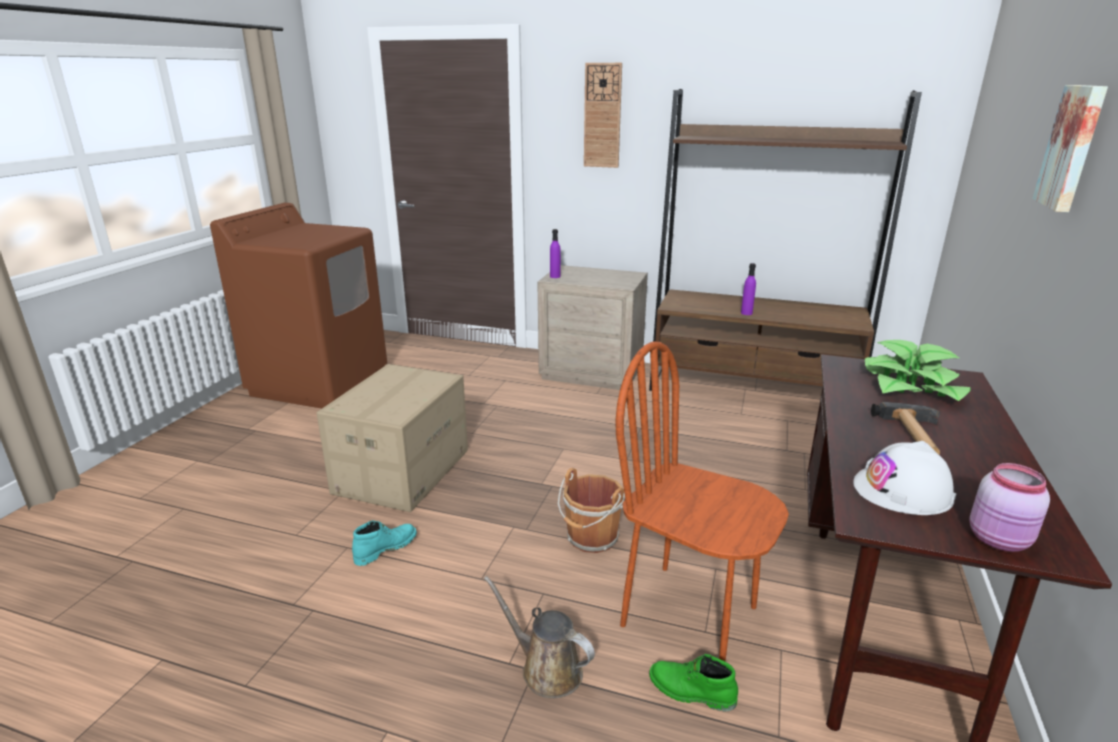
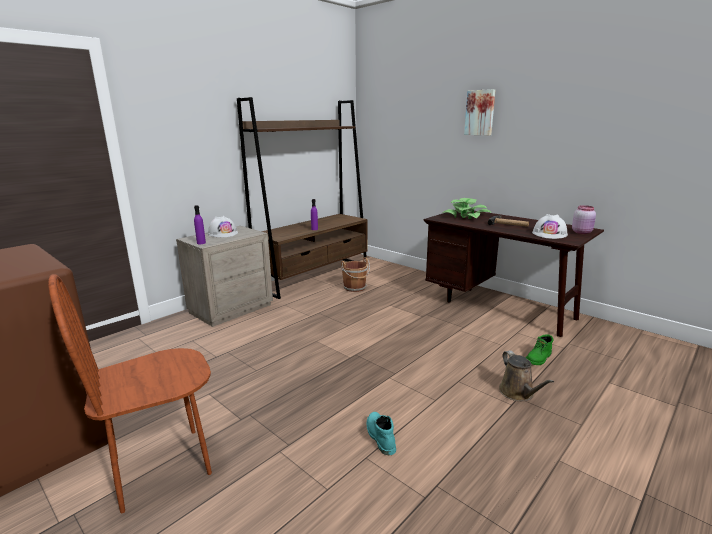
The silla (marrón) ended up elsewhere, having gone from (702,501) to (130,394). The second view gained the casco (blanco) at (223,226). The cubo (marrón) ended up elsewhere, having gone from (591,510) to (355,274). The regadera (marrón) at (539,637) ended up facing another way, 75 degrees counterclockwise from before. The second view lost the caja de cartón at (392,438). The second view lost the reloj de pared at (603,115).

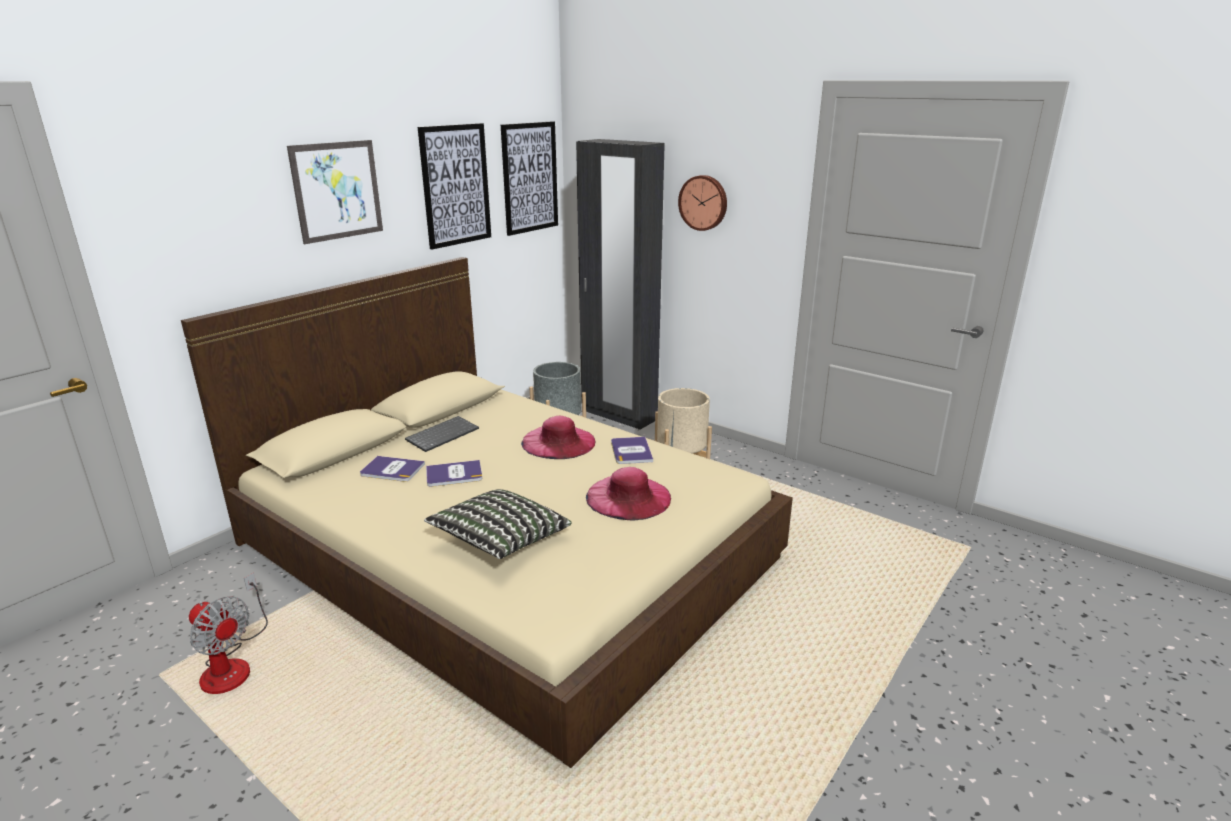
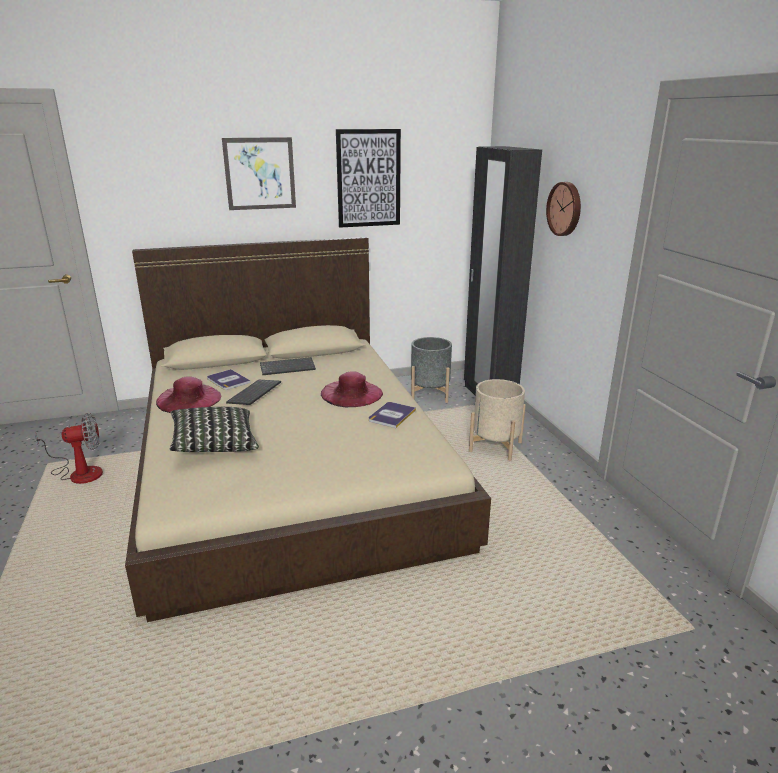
The ventilador at (228,633) ended up facing another way, 90 degrees counterclockwise from before. The sombrero (rosa) ended up elsewhere, having gone from (628,494) to (188,394). Where the libro stood at (454,473), the teclado came to stand at (253,392). The second view lost the cuadro at (529,178).

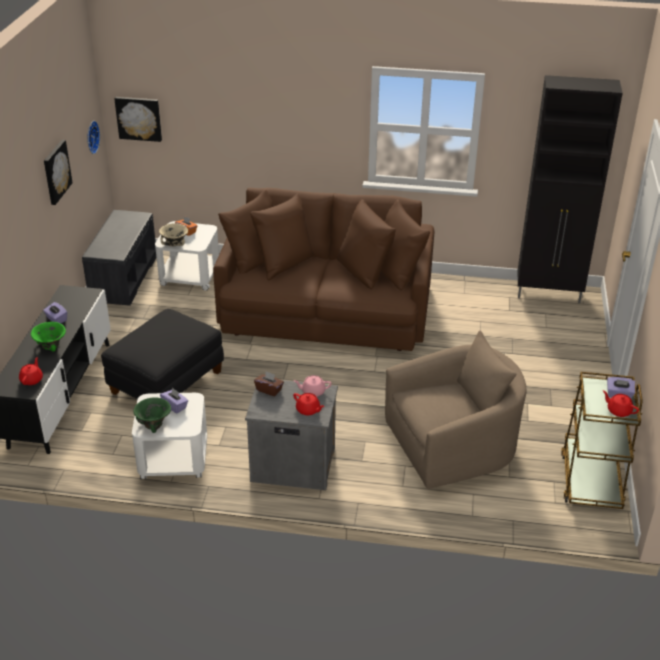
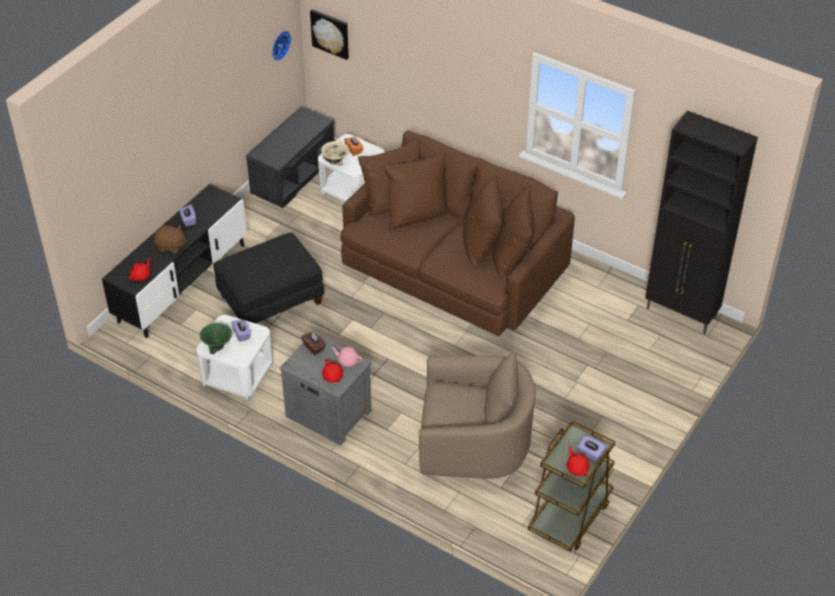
Where the cuenco (verde) stood at (48,337), the peluche (marrón) came to stand at (170,239). The second view lost the cuadro at (58,172).

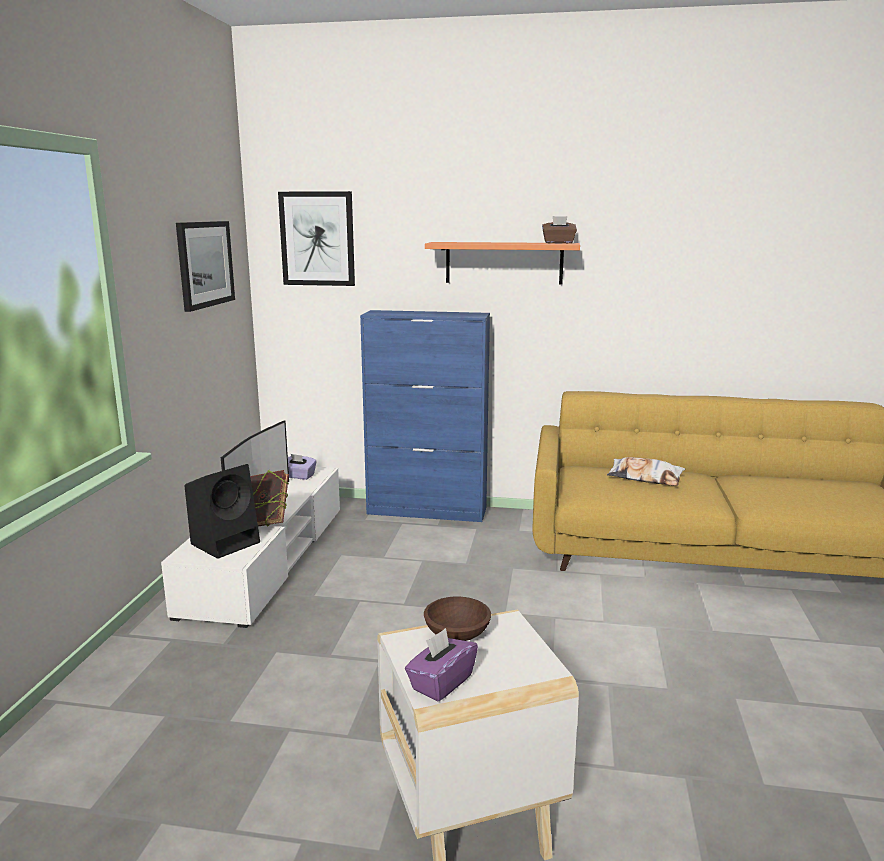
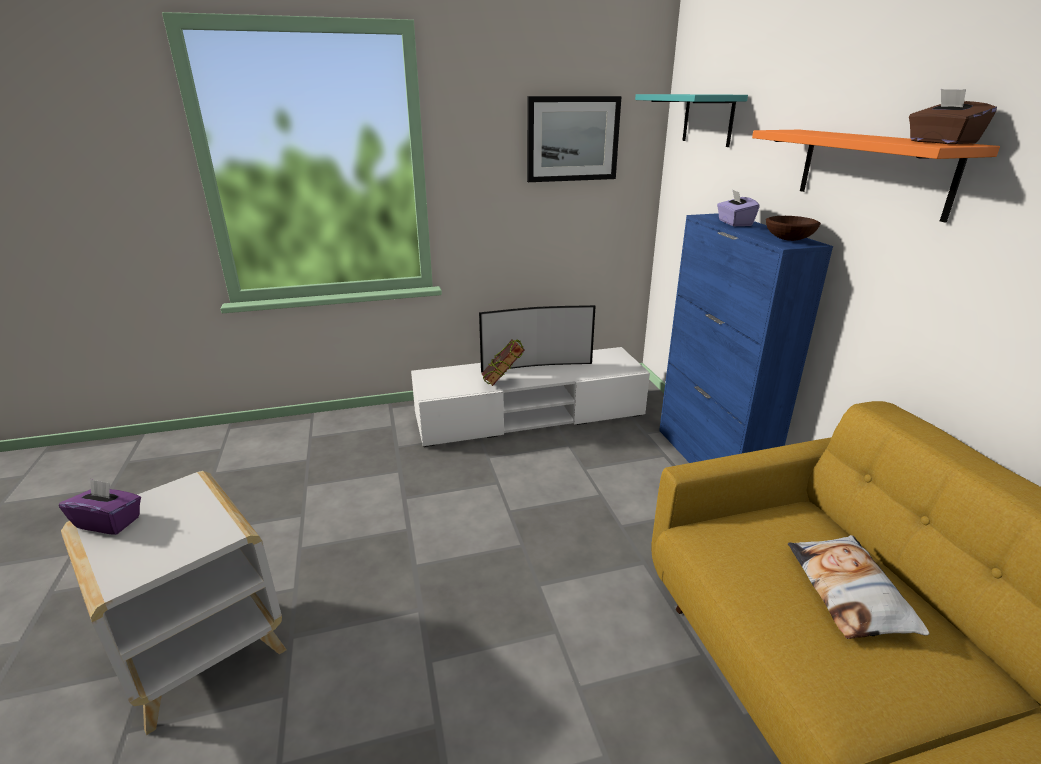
Where the cuadro hung at (316,238), the estante (turquesa) came to hang at (691,120). The caja de pañuelos (morado) ended up elsewhere, having gone from (302,467) to (738,207). The cuenco (marrón) ended up elsewhere, having gone from (457,619) to (793,228). The second view lost the altavoz (negro) at (222,511).

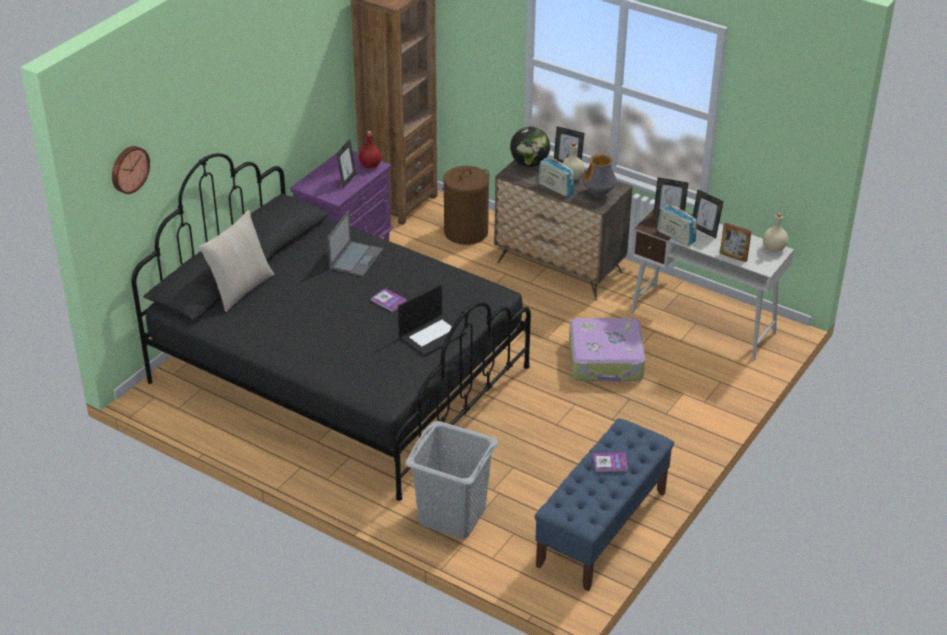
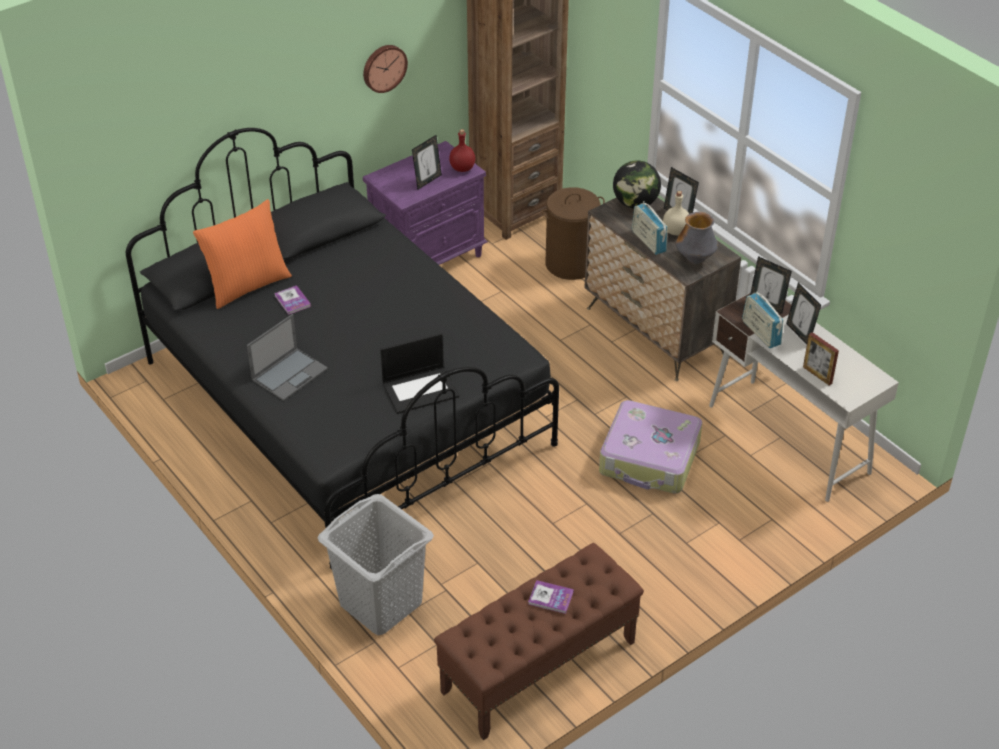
What was the cojín (beis) at (237,261) turned into the cojín (naranja) at (242,254). The portátil ended up elsewhere, having gone from (355,244) to (287,357). The libro ended up elsewhere, having gone from (389,300) to (292,300). The reloj de pared ended up elsewhere, having gone from (131,170) to (385,69). What was the banco (azul) at (604,504) turned into the banco (marrón) at (539,641). The second view lost the botella (beis) at (775,232).

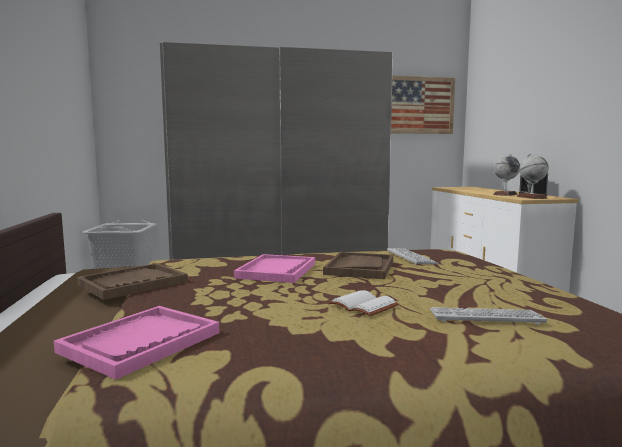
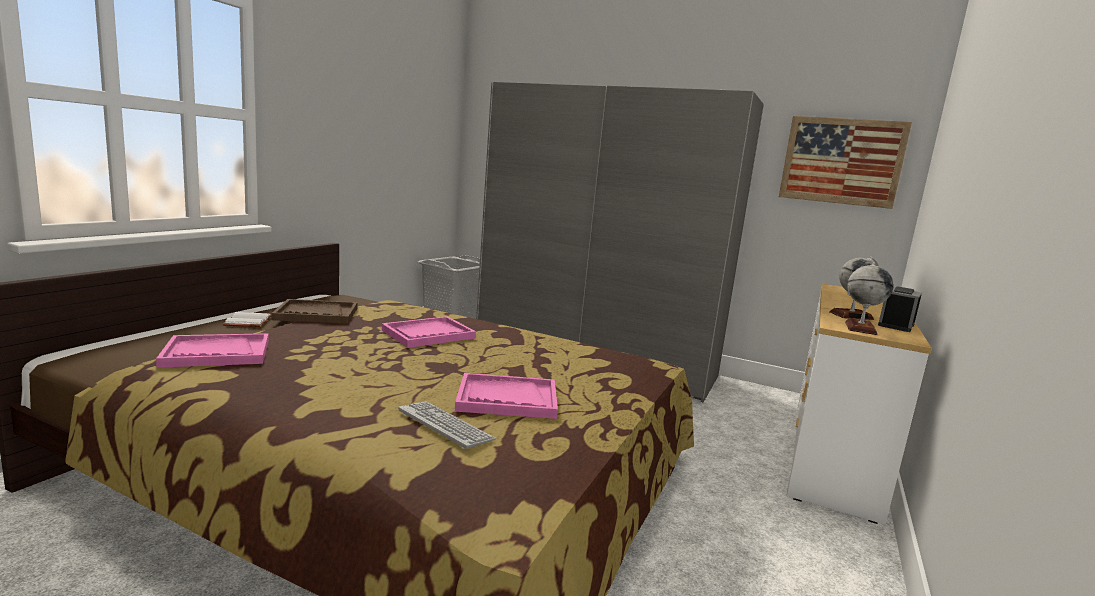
The libro (blanco) ended up elsewhere, having gone from (363,303) to (247,319). The second view gained the bandeja (rosa) at (506,396). The second view lost the bandeja (marrón) at (358,265). The second view lost the teclado at (413,256).

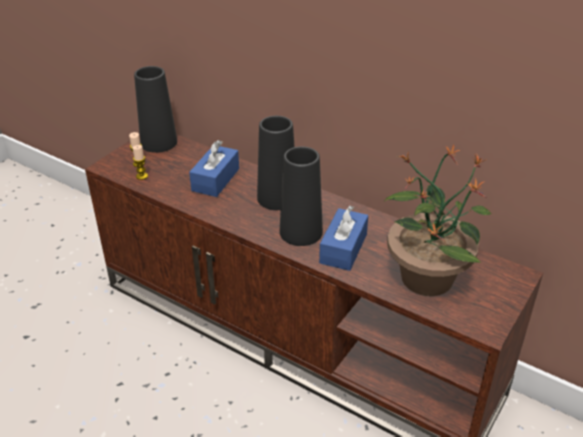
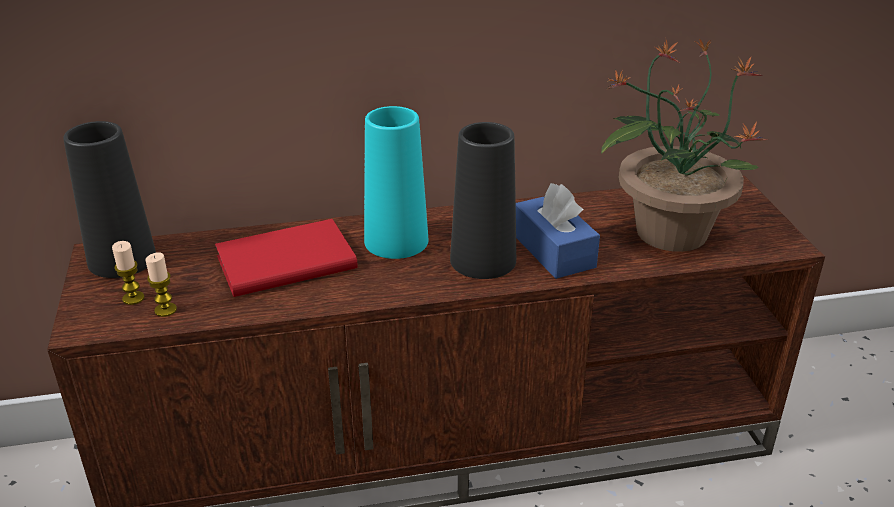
Where the caja de pañuelos (azul) stood at (214,168), the libro (rojo) came to stand at (286,258). What was the florero (negro) at (275,163) turned into the florero (turquesa) at (396,182).

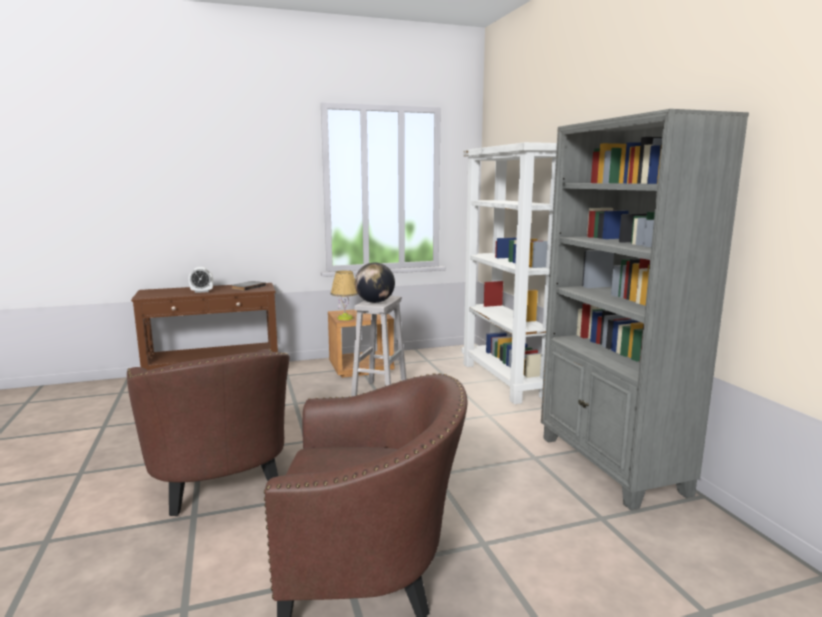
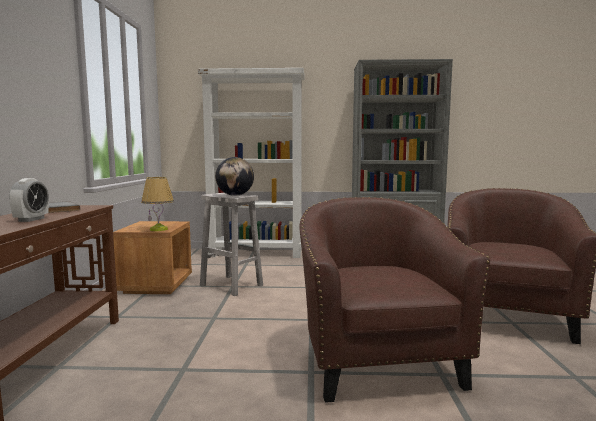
The sillón (marrón) at (208,432) ended up facing another way, 90 degrees counterclockwise from before.

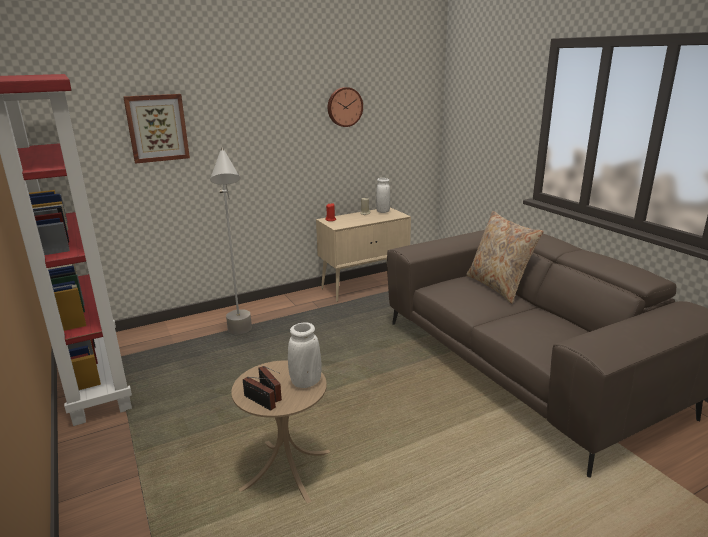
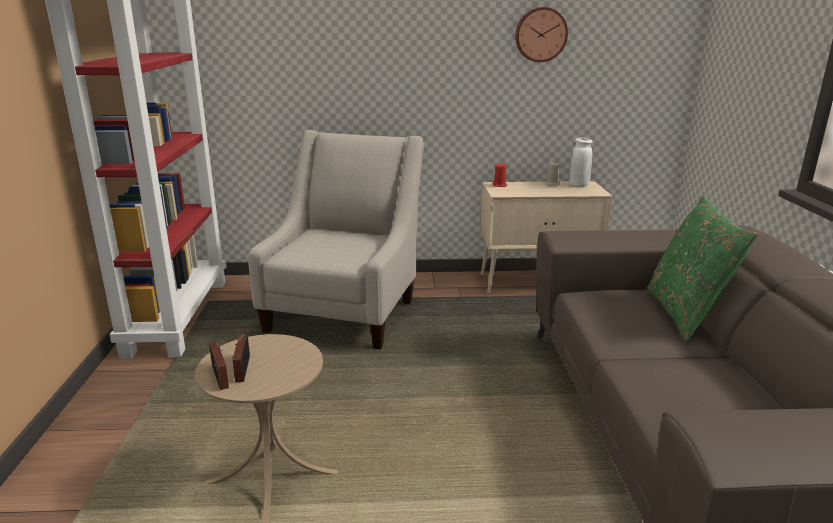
Where the lámpara de pie (gris) stood at (231,240), the sillón (beis) came to stand at (336,239). What was the cojín (beis) at (505,257) turned into the cojín (verde) at (702,268). The second view lost the cuadro at (156,129). The second view lost the florero (blanco) at (305,355).

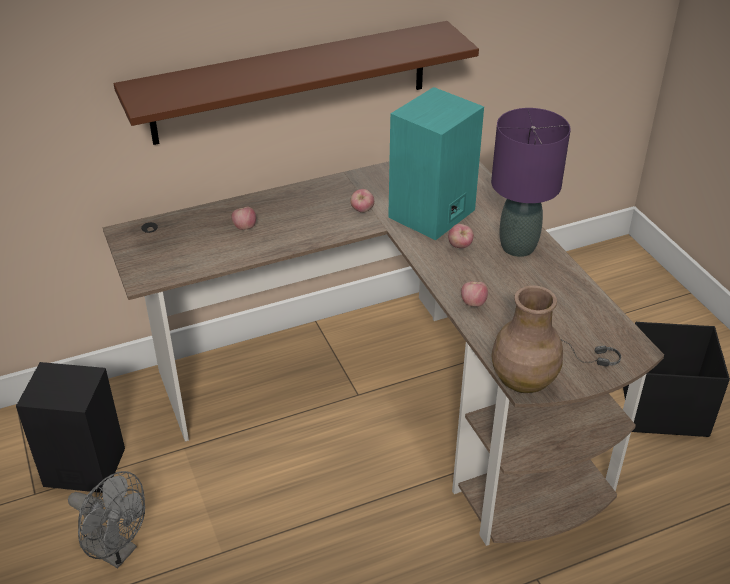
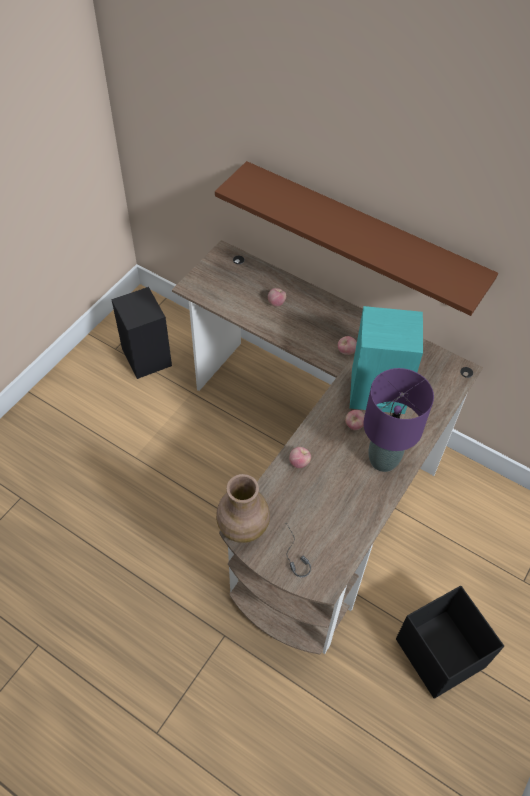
The second view lost the ventilador (gris) at (106,519).

